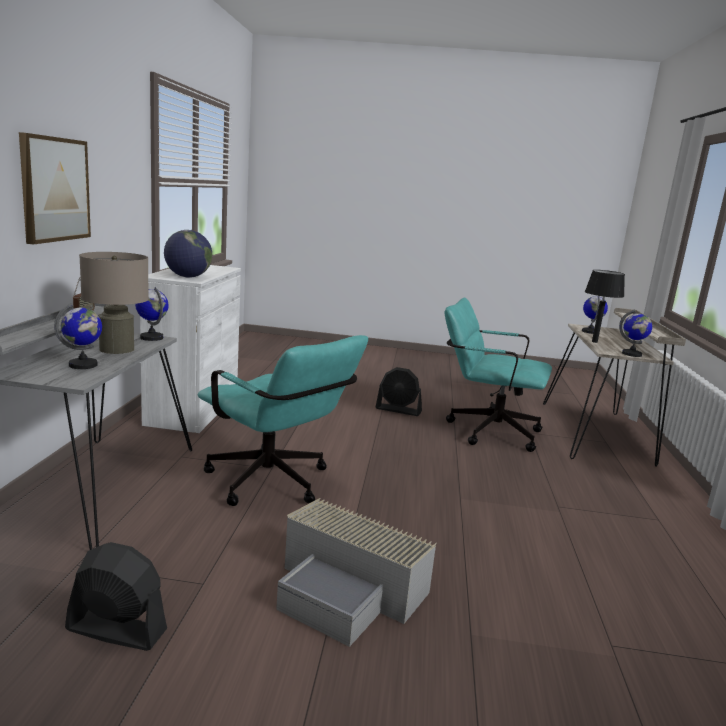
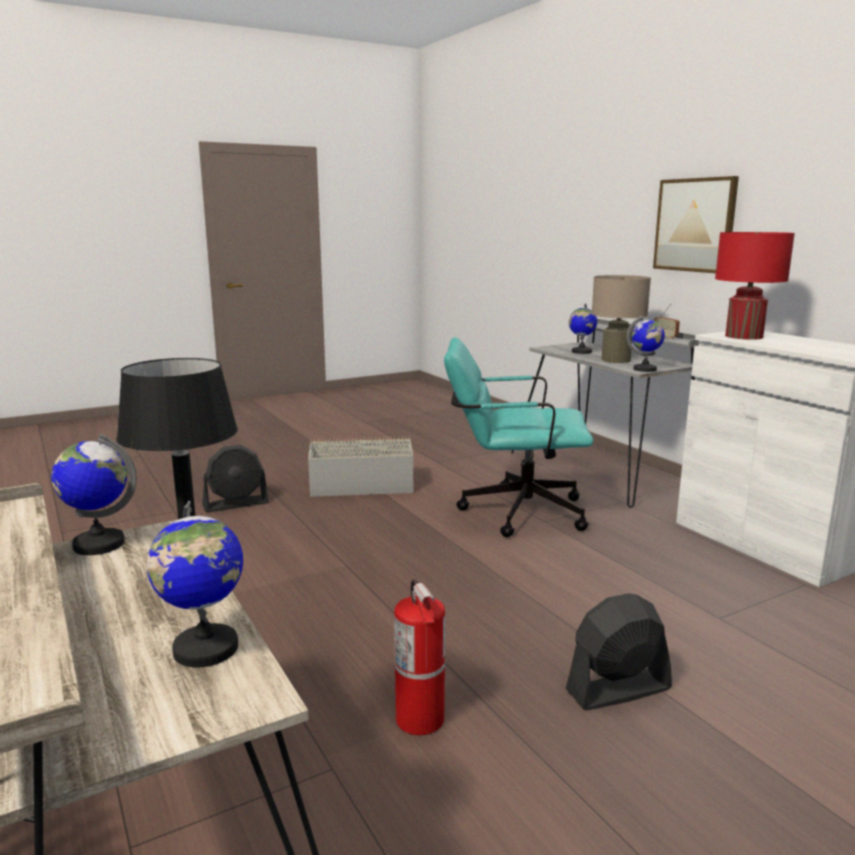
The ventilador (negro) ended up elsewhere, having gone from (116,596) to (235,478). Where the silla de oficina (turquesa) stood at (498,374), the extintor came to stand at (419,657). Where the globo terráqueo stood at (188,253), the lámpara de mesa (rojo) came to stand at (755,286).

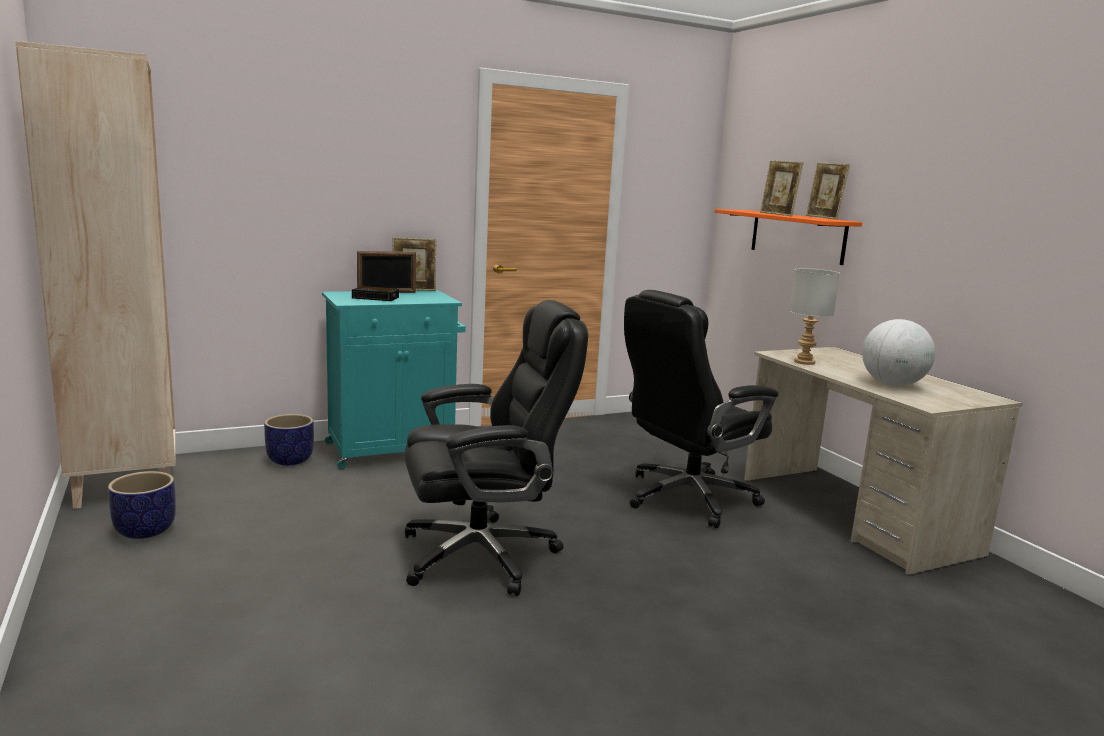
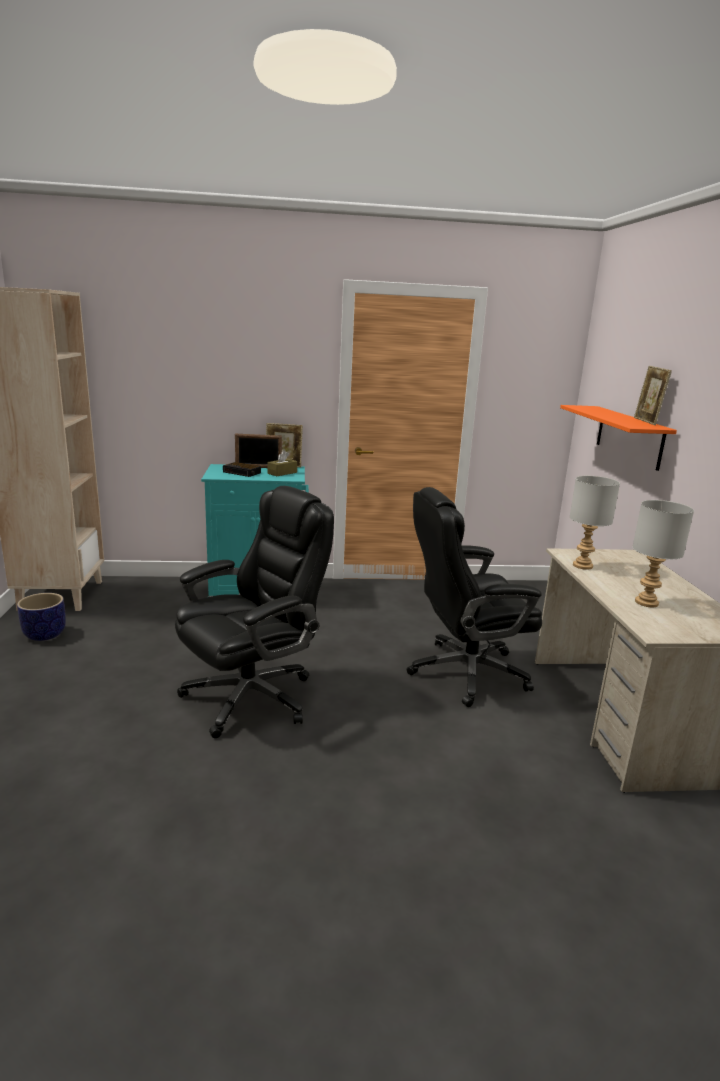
The silla de oficina (negro) at (496,448) ended up facing another way, 45 degrees counterclockwise from before. The second view gained the caja de pañuelos (marrón) at (282,463). Where the globo terráqueo stood at (898,352), the lámpara de mesa (gris) came to stand at (663,553). The second view lost the maceta at (289,440). The second view lost the portarretratos at (782,188).

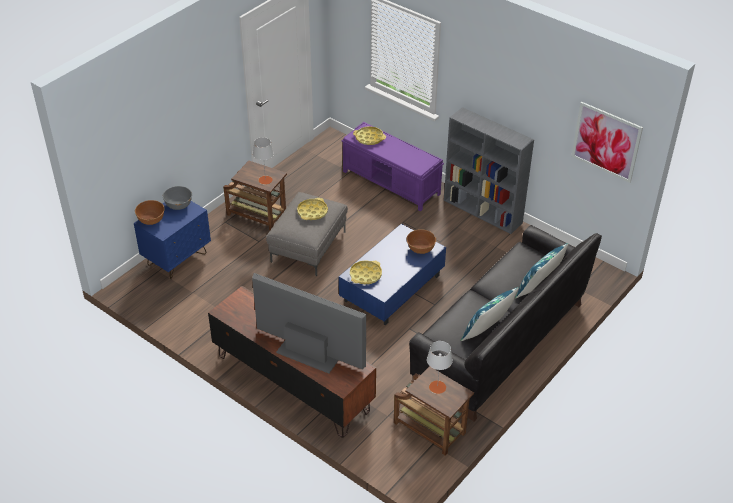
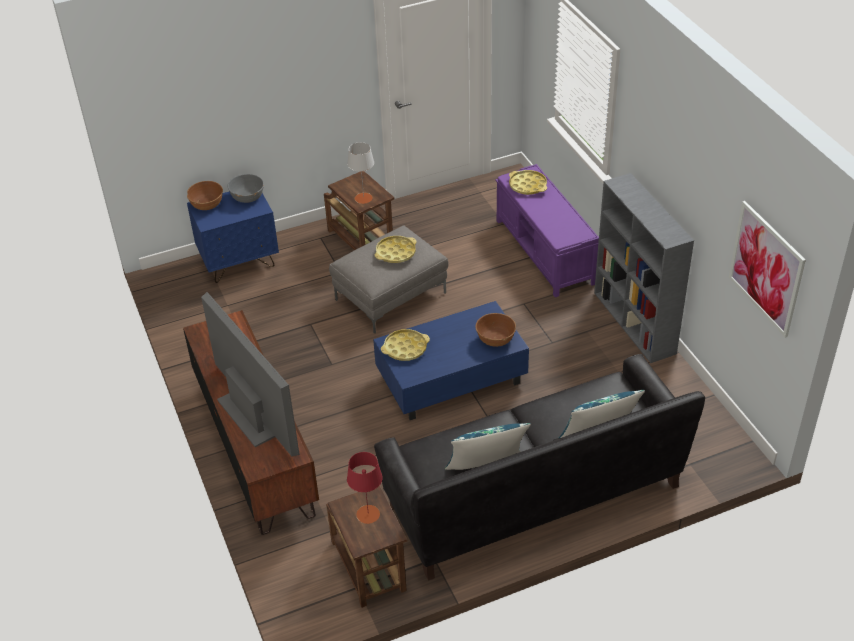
What was the lámpara de mesa (gris) at (440,367) turned into the lámpara de mesa (rojo) at (365,488).

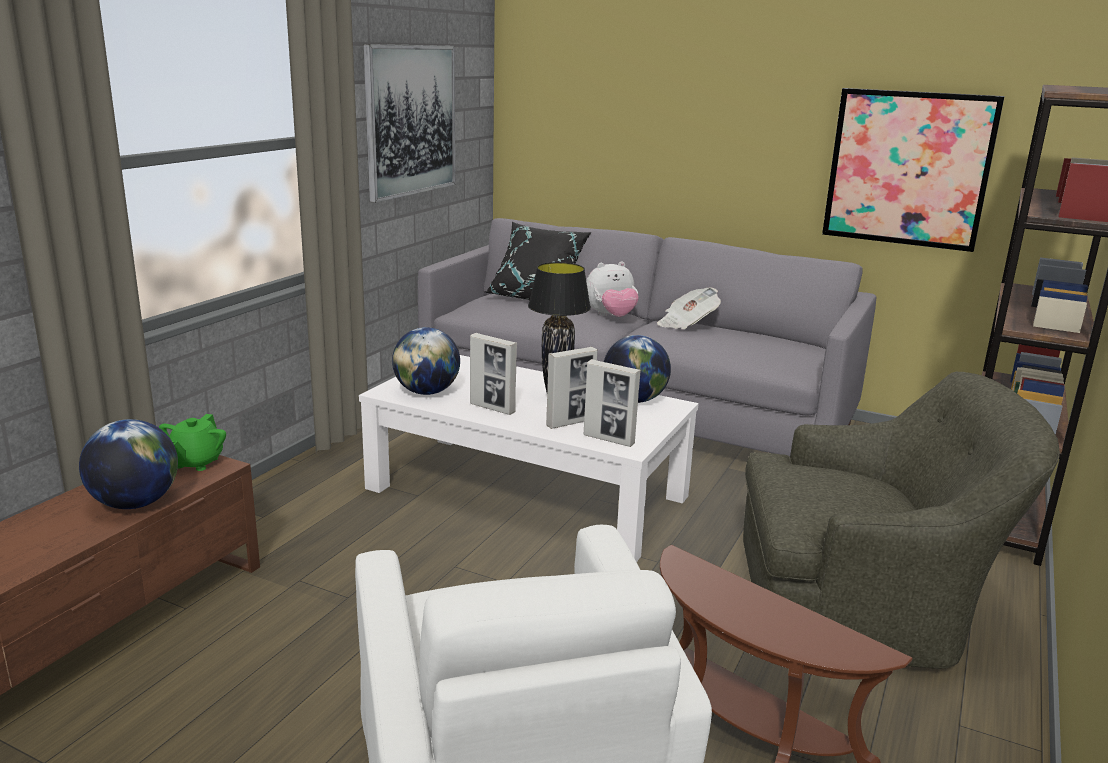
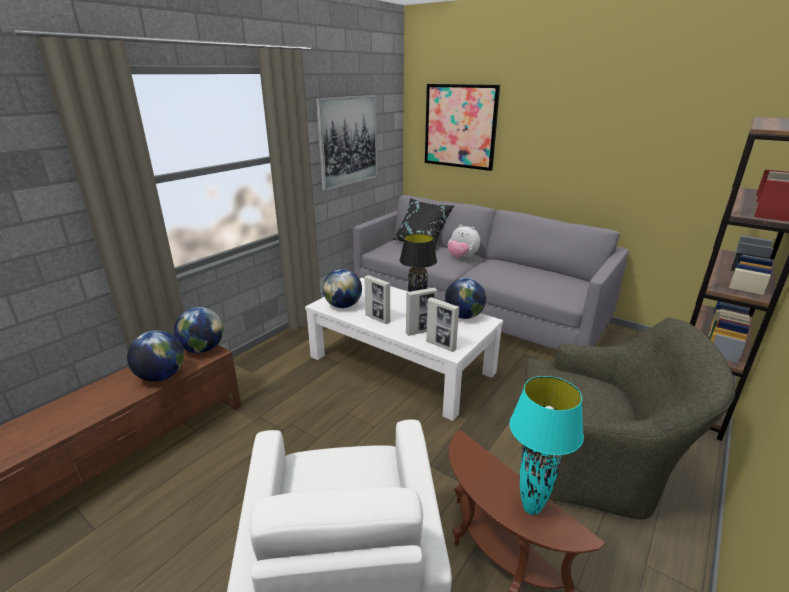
Where the tetera (verde) stood at (192,442), the globo terráqueo came to stand at (199,330). The cuadro ended up elsewhere, having gone from (913,170) to (462,127). The peluche at (612,289) ended up facing another way, 45 degrees clockwise from before. The second view gained the lámpara de mesa (turquesa) at (546,445). The second view lost the periódico at (689,308).

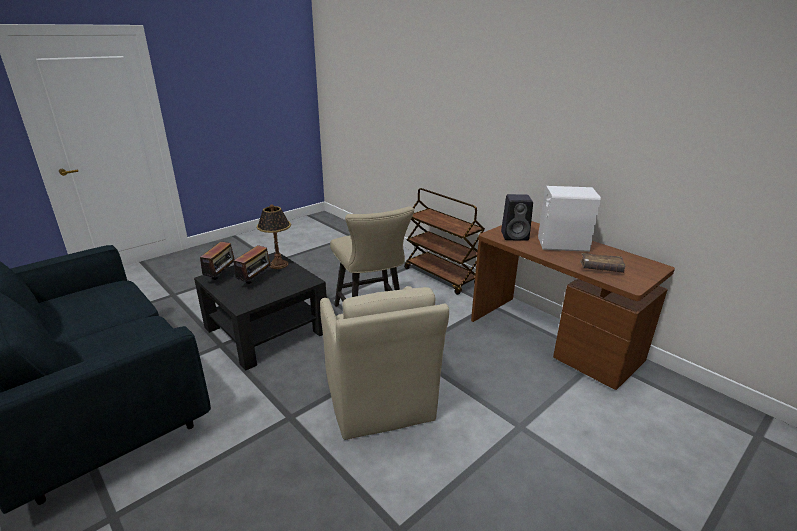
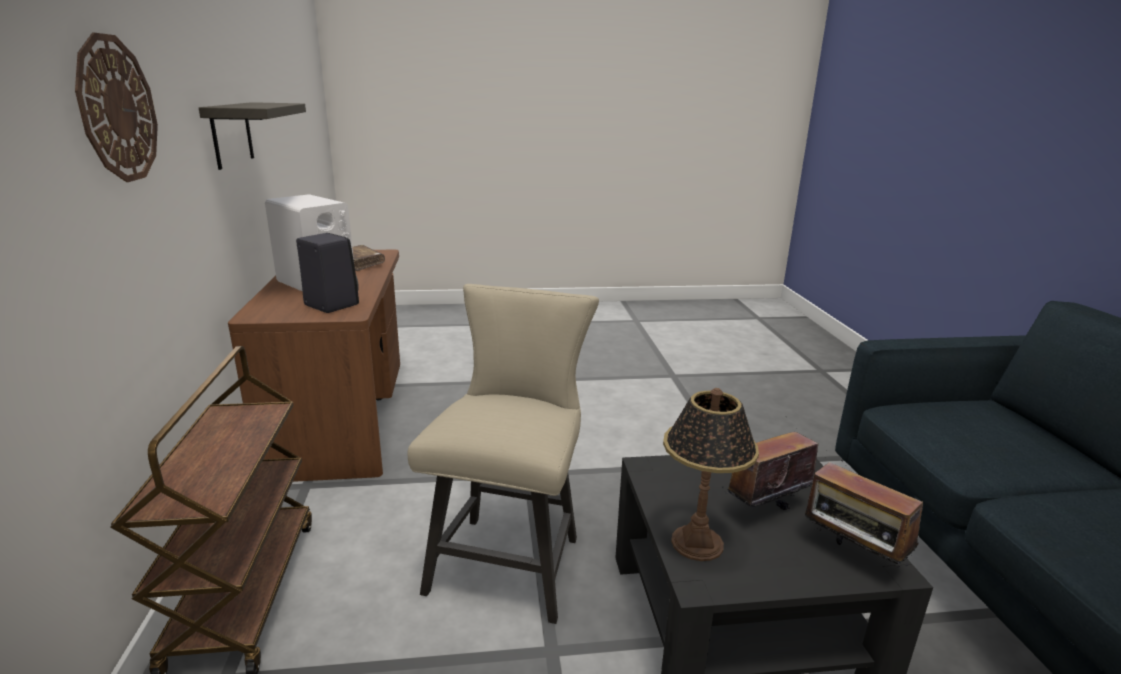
The second view gained the reloj de pared at (116,107). The second view gained the estante at (252,136). The radio at (217,261) ended up facing another way, 90 degrees counterclockwise from before. The second view lost the sillón (beis) at (384,363).

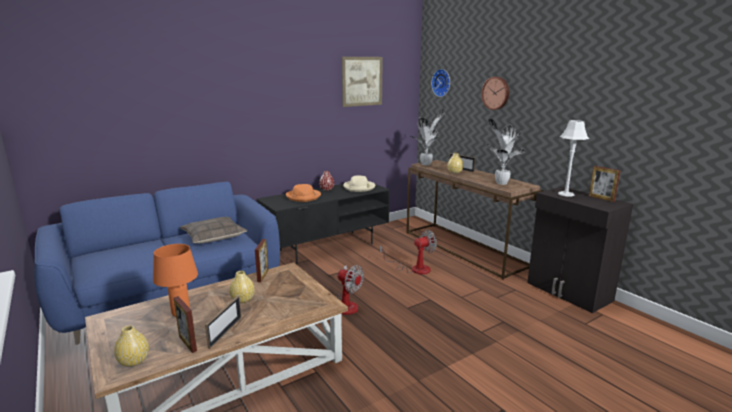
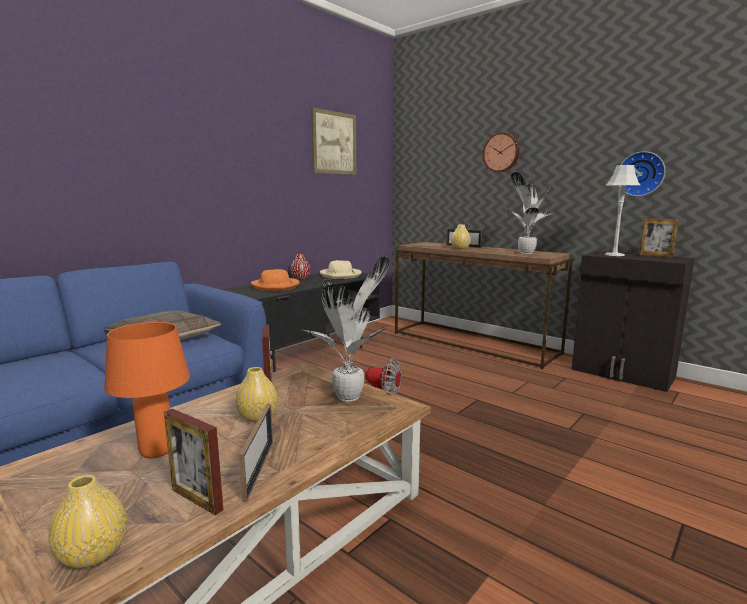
The planta en maceta ended up elsewhere, having gone from (428,137) to (345,329). The reloj de pared ended up elsewhere, having gone from (440,83) to (642,173). The second view lost the ventilador at (408,252).

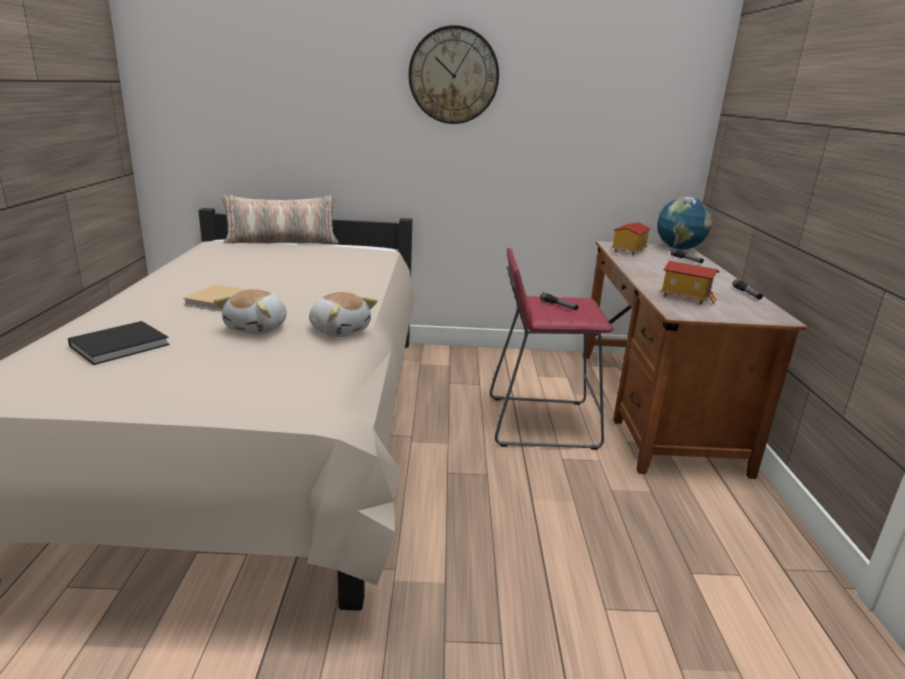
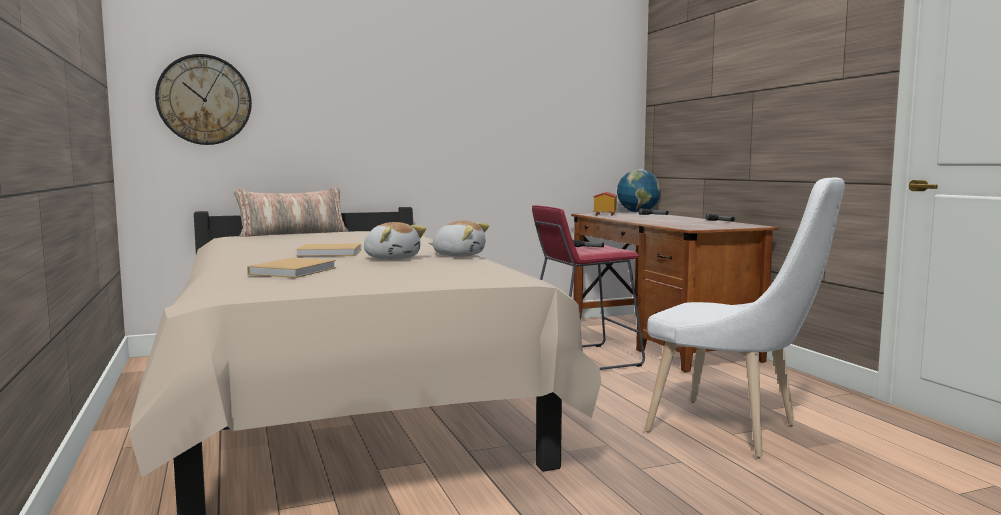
The reloj de pared ended up elsewhere, having gone from (453,74) to (203,99). What was the libro (negro) at (118,343) turned into the libro (beis) at (291,268). The peluche at (250,312) ended up facing another way, 45 degrees counterclockwise from before. The second view gained the silla (blanco) at (745,317). The second view lost the casita at (689,282).

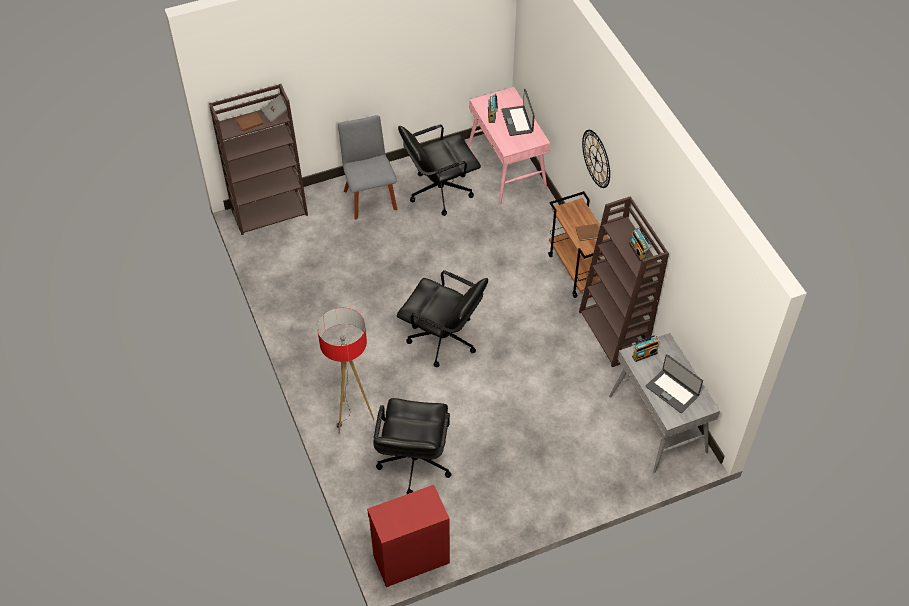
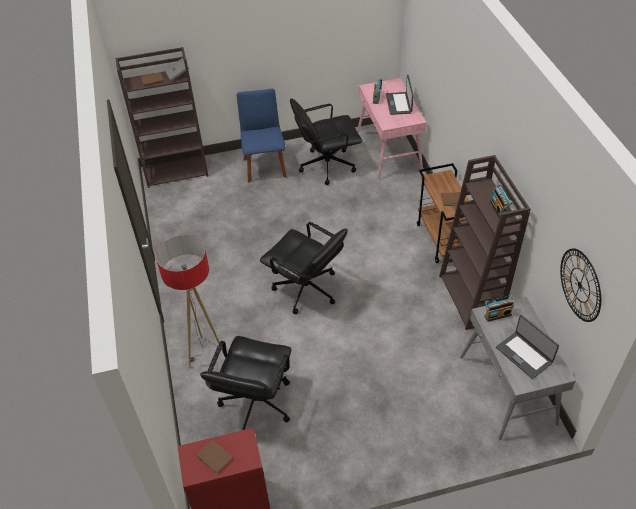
The second view gained the libro (marrón) at (214,457). What was the silla (gris) at (367,167) turned into the silla (azul) at (262,136). The reloj de pared ended up elsewhere, having gone from (596,159) to (580,285).

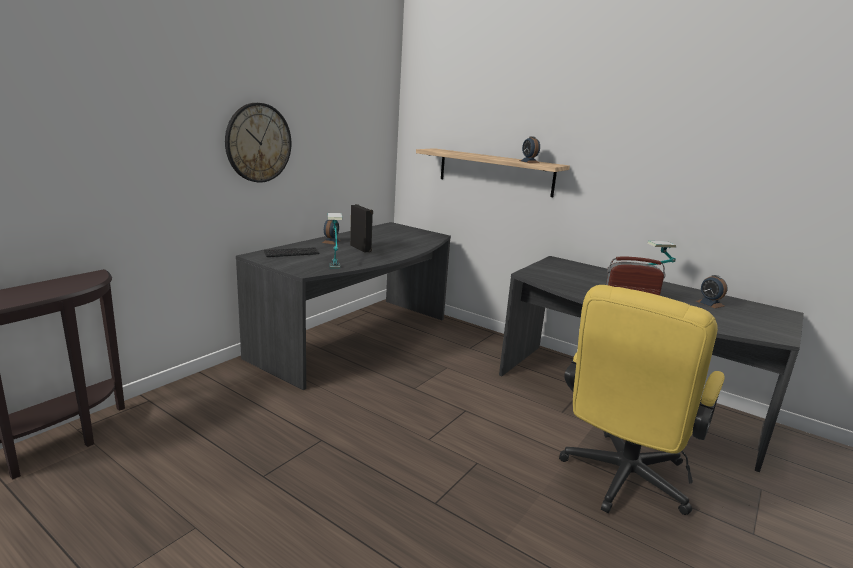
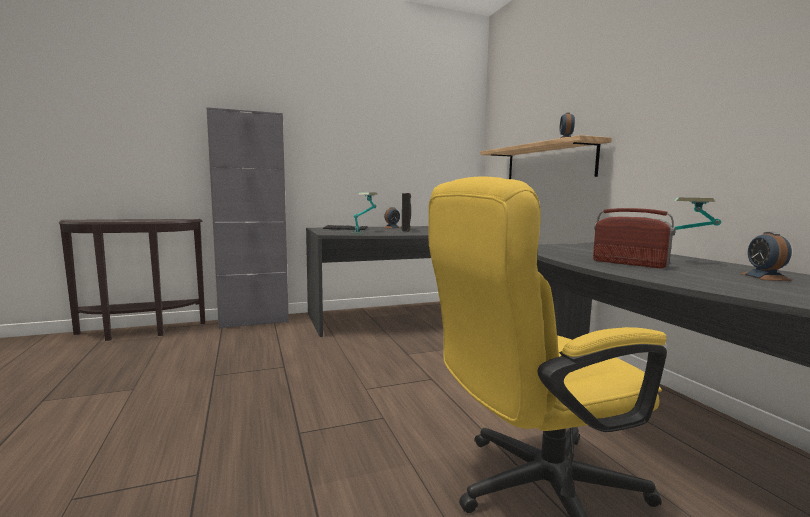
The second view gained the armario (gris) at (247,218). The second view lost the reloj de pared at (258,143).

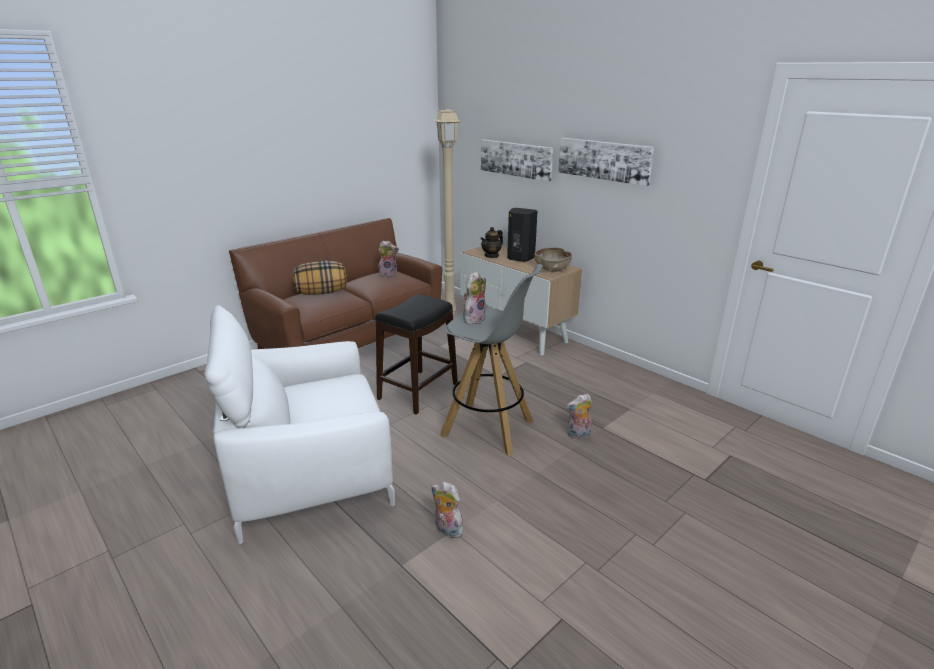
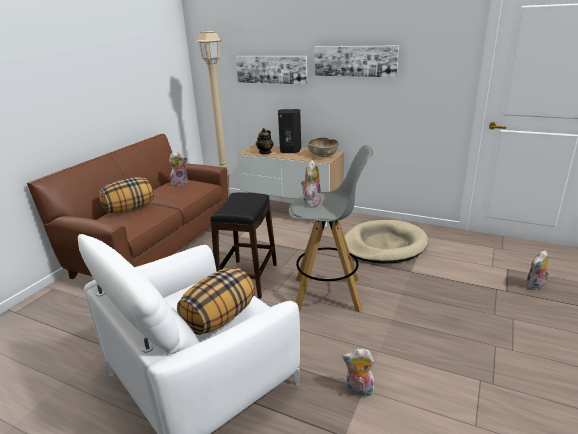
The second view gained the cojín at (216,301). The second view gained the cama para perro (beis) at (386,242). The peluche ended up elsewhere, having gone from (579,416) to (537,270).

